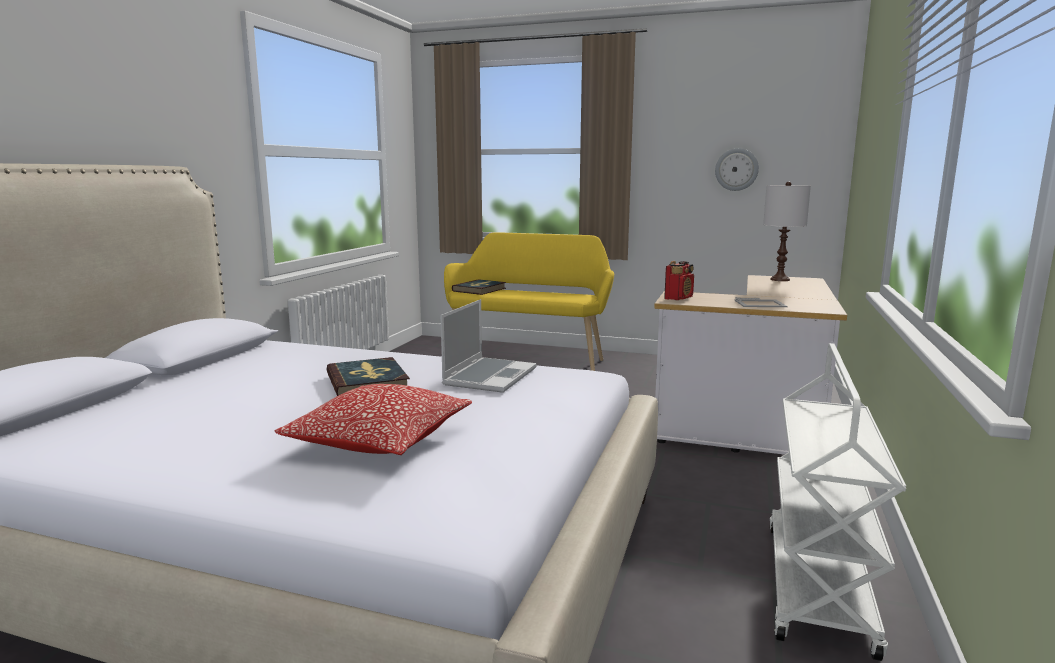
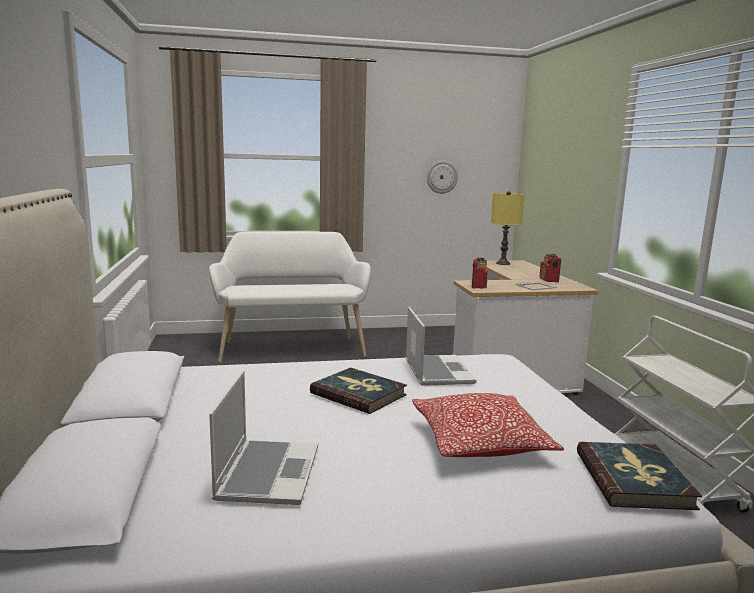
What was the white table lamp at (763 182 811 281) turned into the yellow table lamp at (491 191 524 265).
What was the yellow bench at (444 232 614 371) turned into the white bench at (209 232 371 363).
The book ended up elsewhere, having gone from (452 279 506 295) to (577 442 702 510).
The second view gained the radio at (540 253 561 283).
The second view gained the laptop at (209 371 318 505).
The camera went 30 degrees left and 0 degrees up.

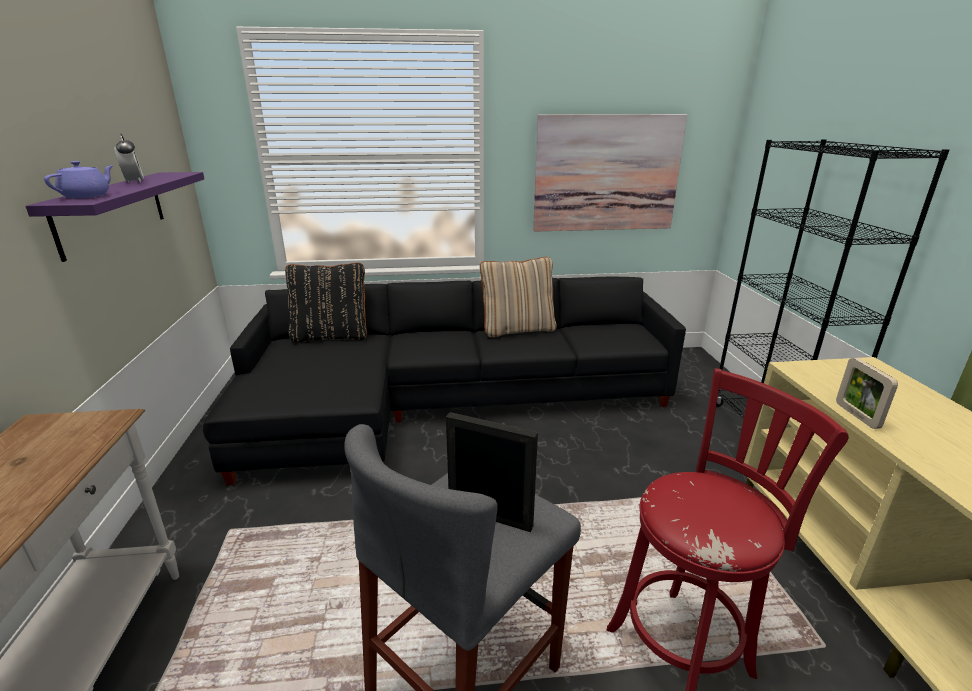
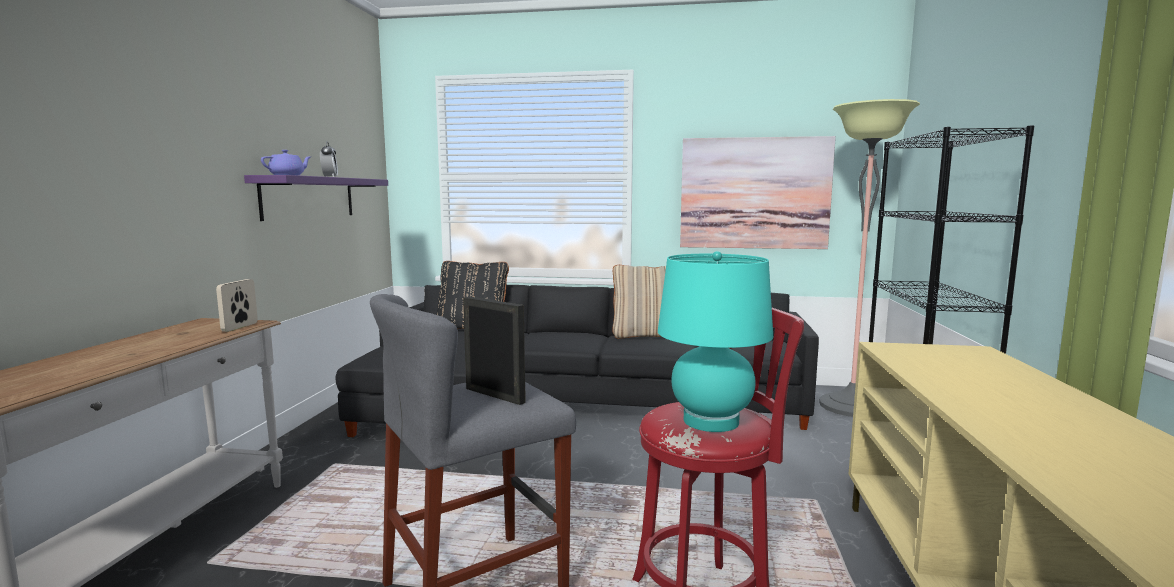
The picture frame ended up elsewhere, having gone from (836 358 898 429) to (216 279 258 332).
The second view gained the floor lamp at (819 99 920 417).
The second view gained the turquoise table lamp at (658 251 773 432).
The camera went 15 degrees right and 15 degrees down.

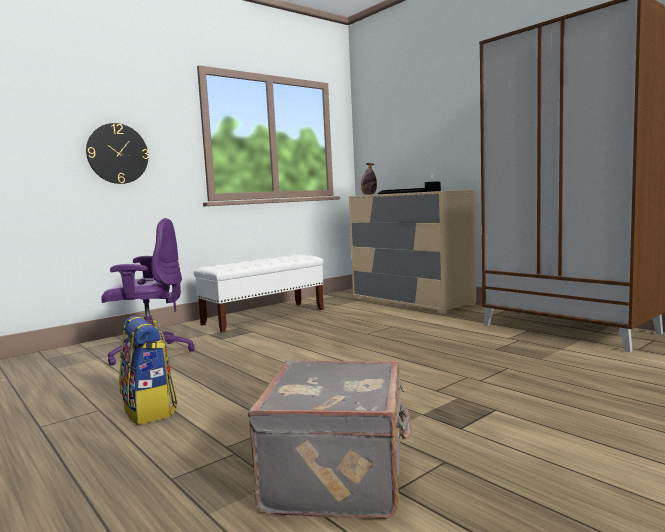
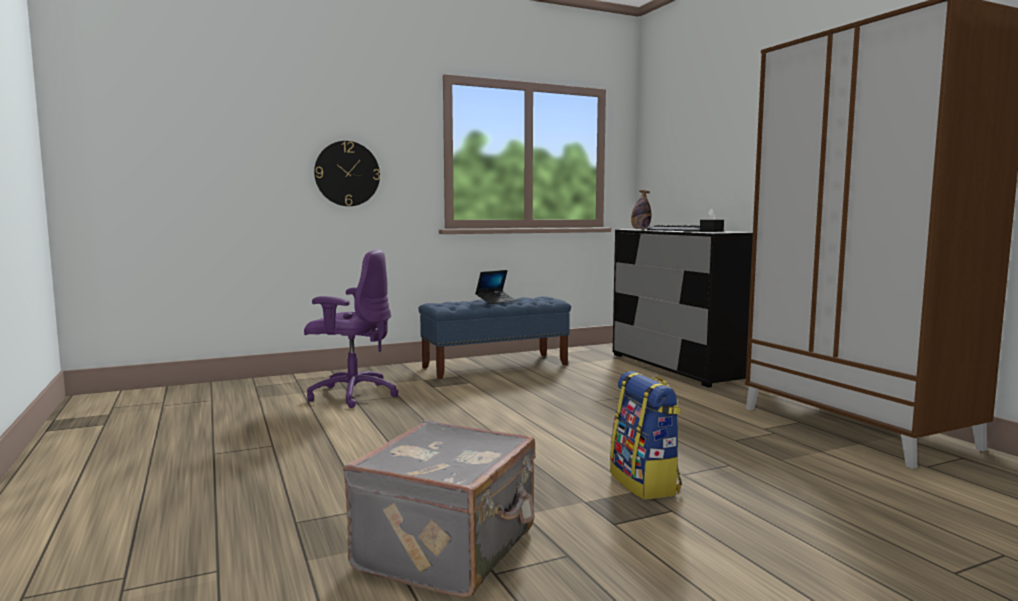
What was the beige dresser at (349 190 476 314) turned into the black dresser at (613 229 753 388).
What was the white bench at (193 255 324 332) turned into the blue bench at (418 296 571 379).
The backpack ended up elsewhere, having gone from (119 316 178 425) to (610 371 682 500).
The second view gained the laptop at (475 270 516 304).
The camera went 15 degrees right and 0 degrees up.

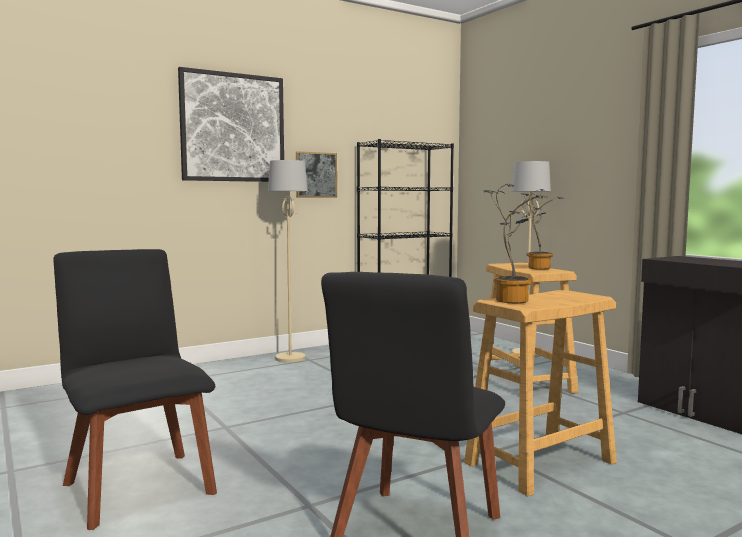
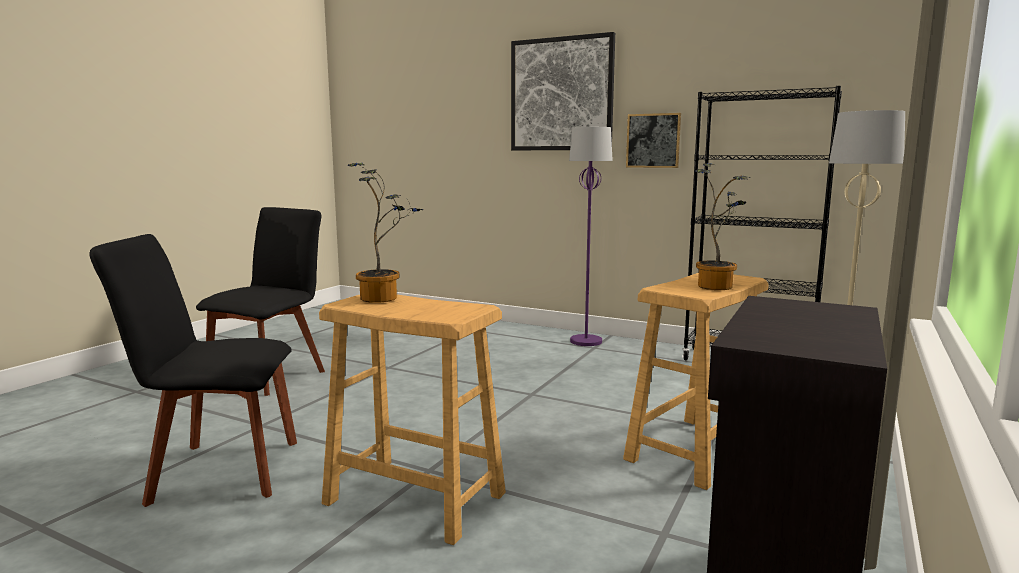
What was the beige floor lamp at (268 160 308 362) turned into the purple floor lamp at (569 127 613 346).
The camera went 60 degrees right and 5 degrees up.

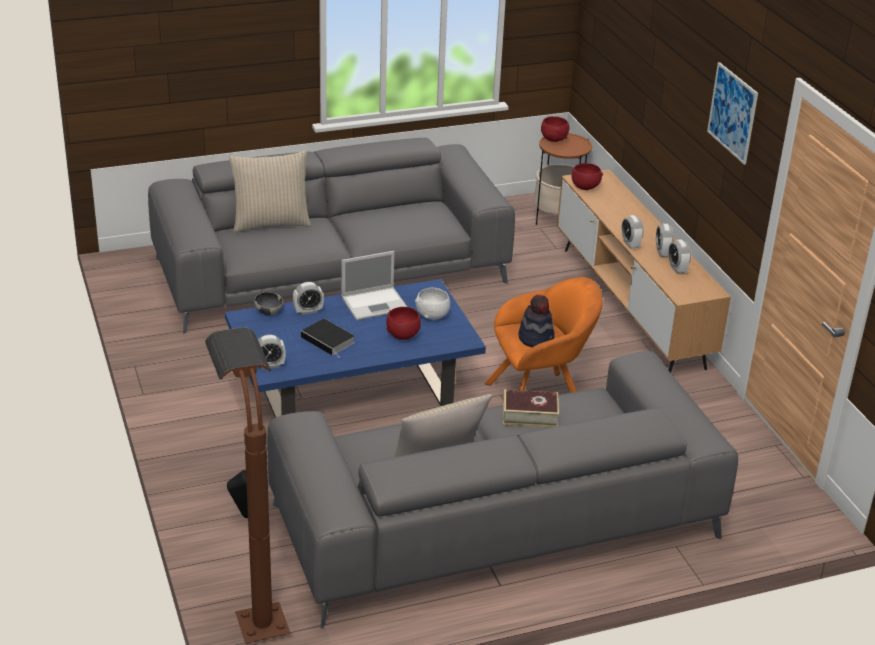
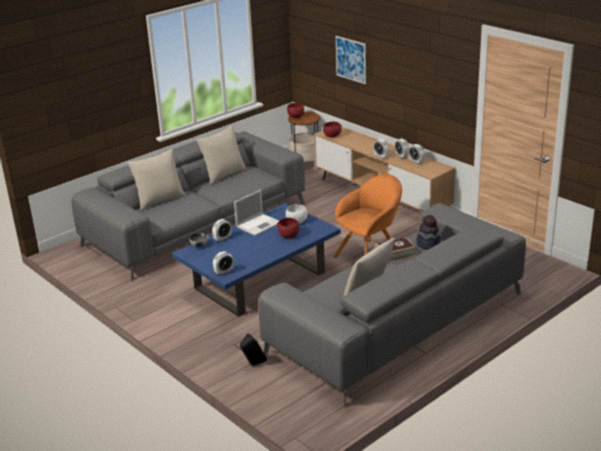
The picture ended up elsewhere, having gone from (707 62 758 165) to (336 36 366 84).
The hat ended up elsewhere, having gone from (518 294 555 347) to (416 215 441 250).
The second view lost the book at (301 319 355 358).
The second view lost the brown floor lamp at (205 327 291 644).
The second view gained the beige pillow at (196 125 247 185).
The camera went 20 degrees left and 5 degrees down.

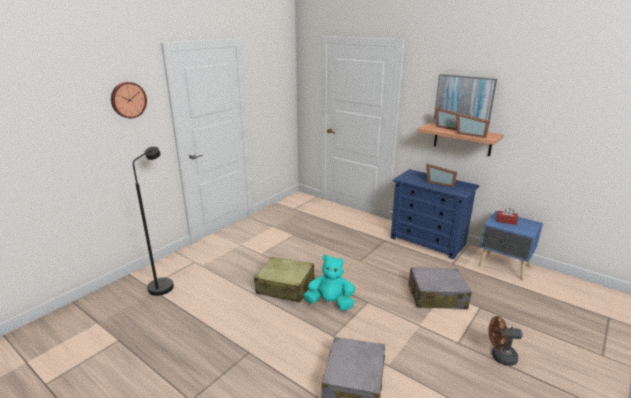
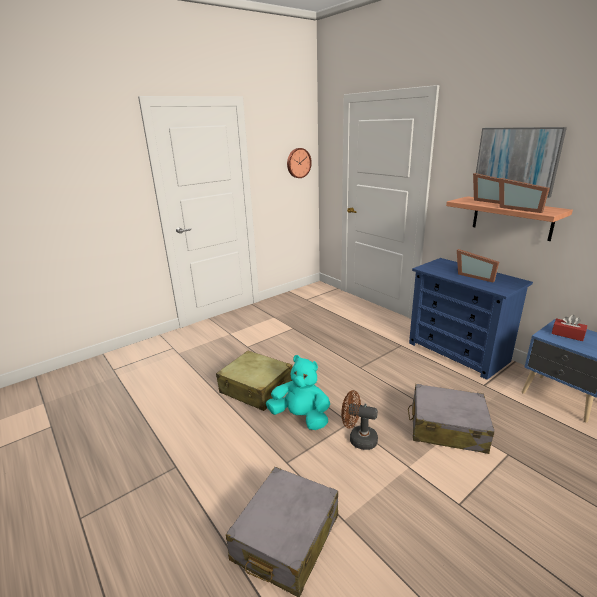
The wall clock ended up elsewhere, having gone from (111 82 147 118) to (287 148 312 178).
The second view lost the black floor lamp at (133 147 174 296).
The brown fan ended up elsewhere, having gone from (488 316 523 366) to (341 390 378 450).
The camera went 15 degrees right and 0 degrees up.

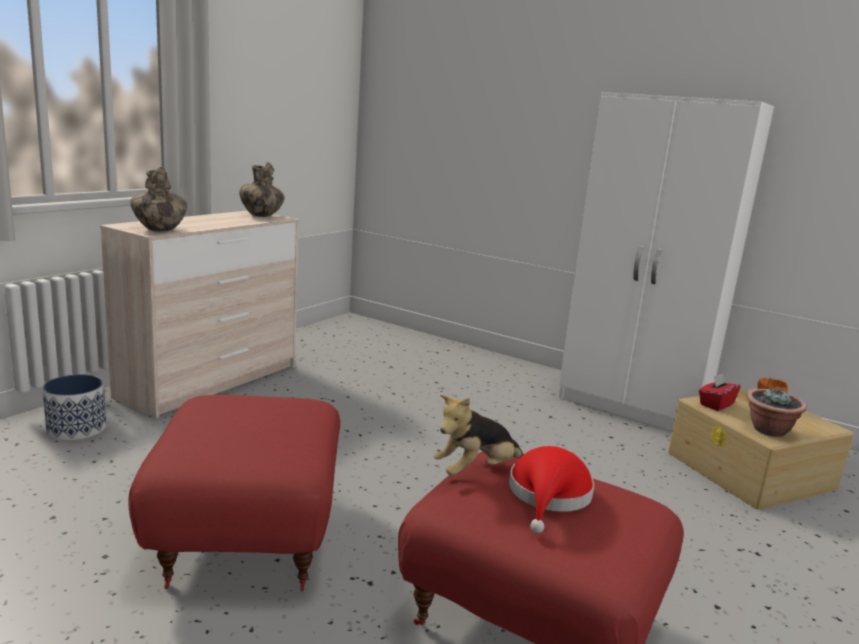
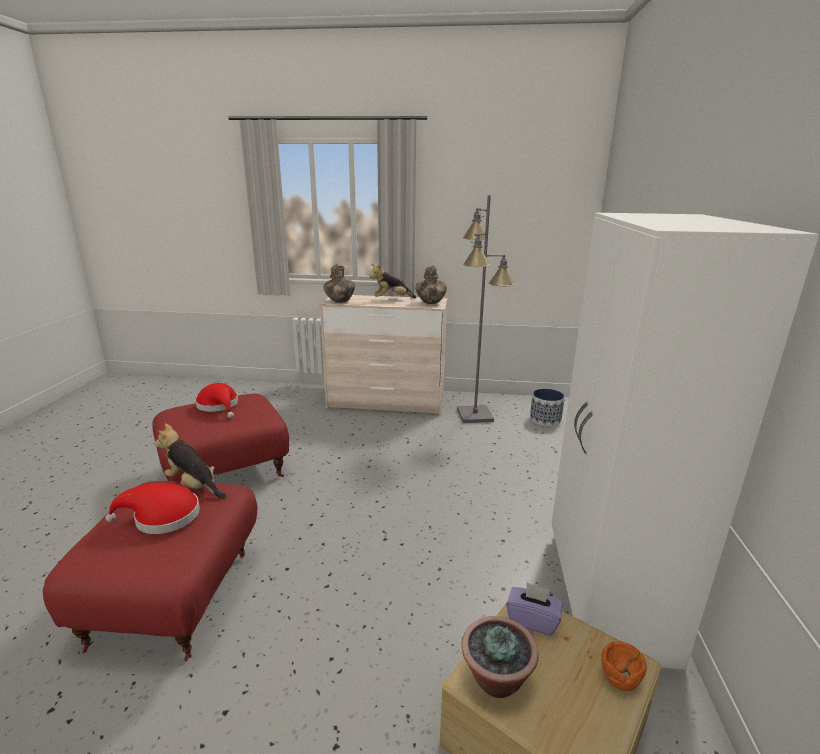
What was the red tissue box at (699 373 741 411) turned into the purple tissue box at (506 583 563 636).
The planter ended up elsewhere, having gone from (42 374 106 441) to (530 388 565 426).
The second view gained the grey floor lamp at (457 195 515 423).
The second view gained the plush toy at (370 264 416 298).
The second view gained the red hat at (195 383 238 418).
The camera went 65 degrees right and 5 degrees up.

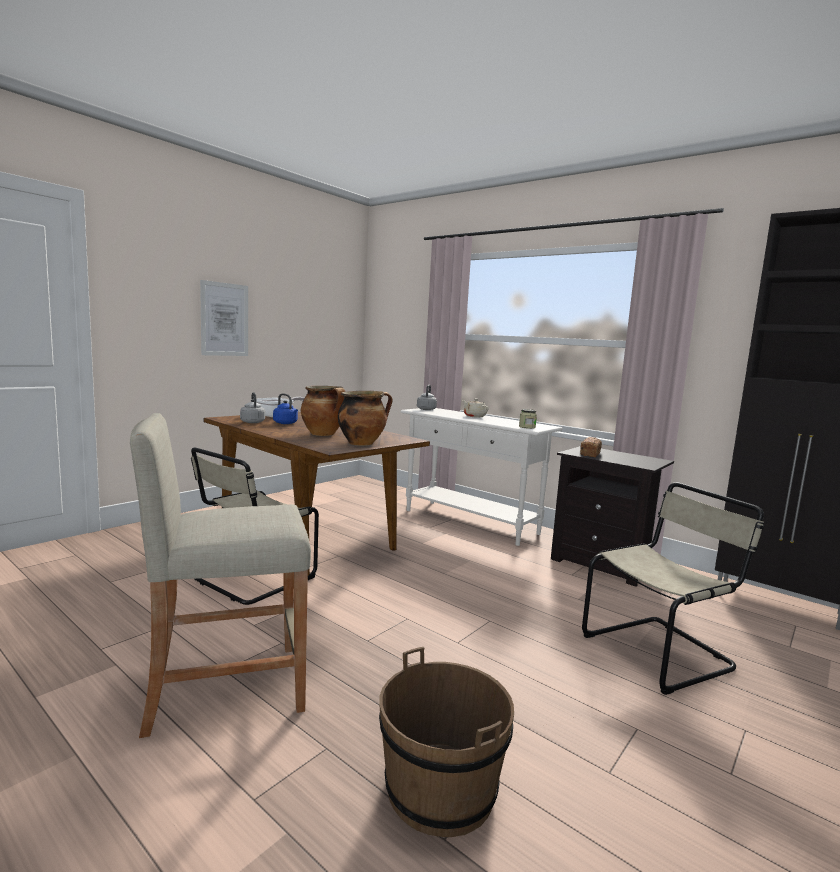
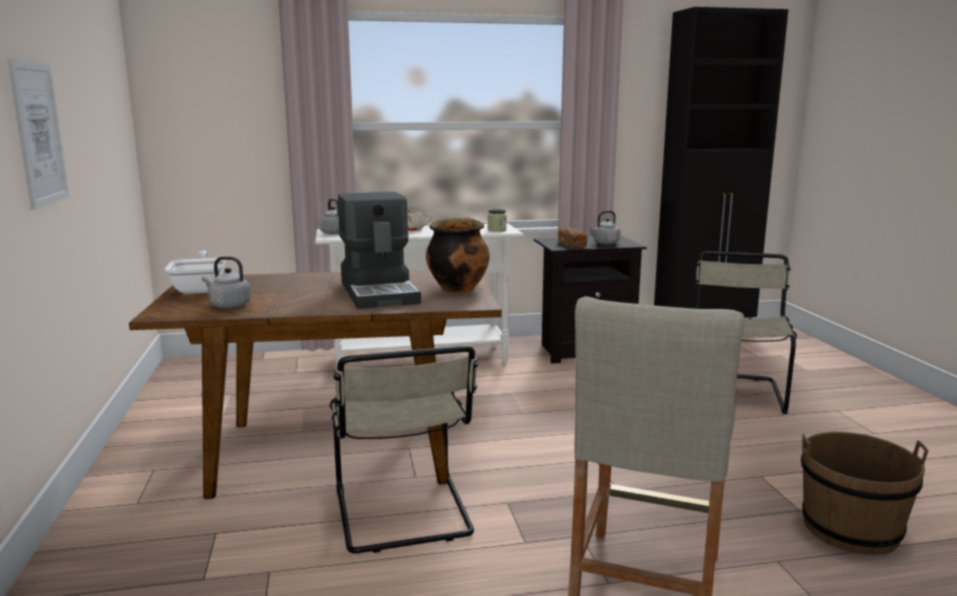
Where the cooking pot stood at (301 386 346 436), the coffee machine came to stand at (338 192 421 309).
The second view lost the blue kettle at (273 393 298 424).
The second view gained the grey kettle at (588 211 620 245).
The camera went 50 degrees left and 5 degrees up.

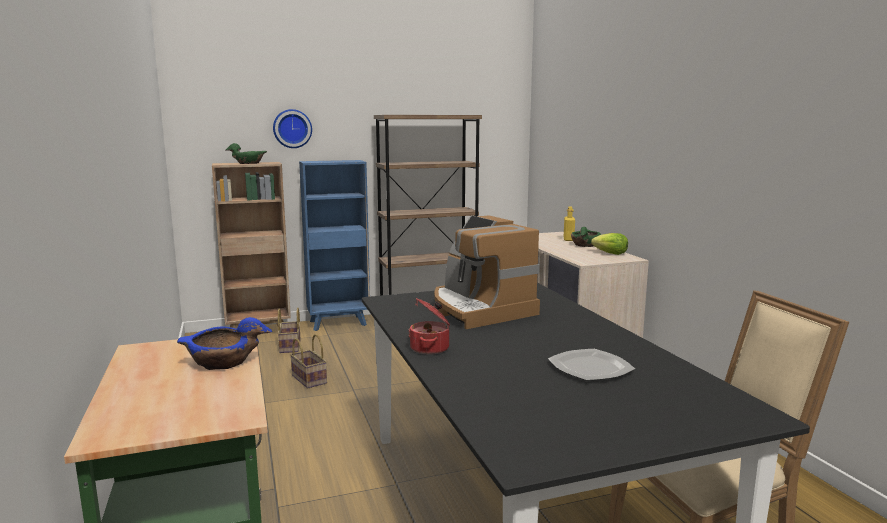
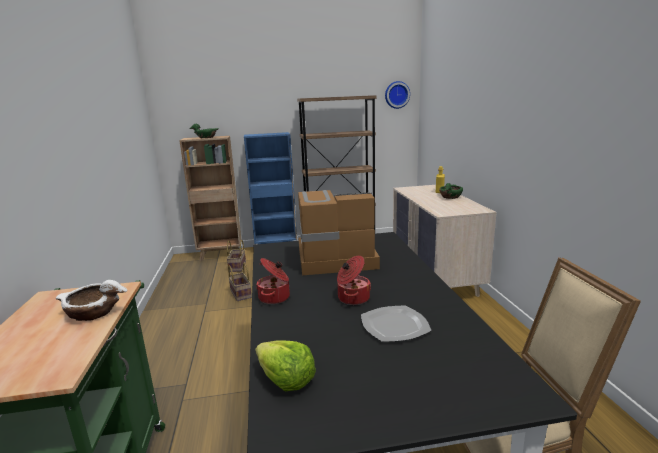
The wall clock ended up elsewhere, having gone from (273 109 312 148) to (385 81 410 109).
The coffee machine at (434 216 540 329) ended up facing another way, 105 degrees clockwise from before.
The lettuce ended up elsewhere, having gone from (591 233 628 255) to (255 340 316 391).
What was the blue bowl at (177 317 272 370) turned into the white bowl at (56 280 128 321).
The second view gained the cooking pot at (337 256 371 305).
The camera went 10 degrees right and 5 degrees up.

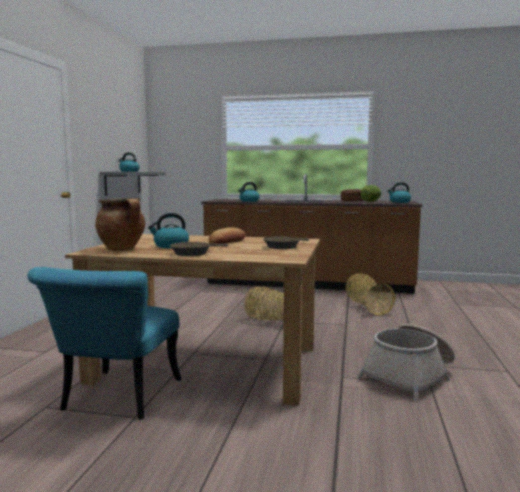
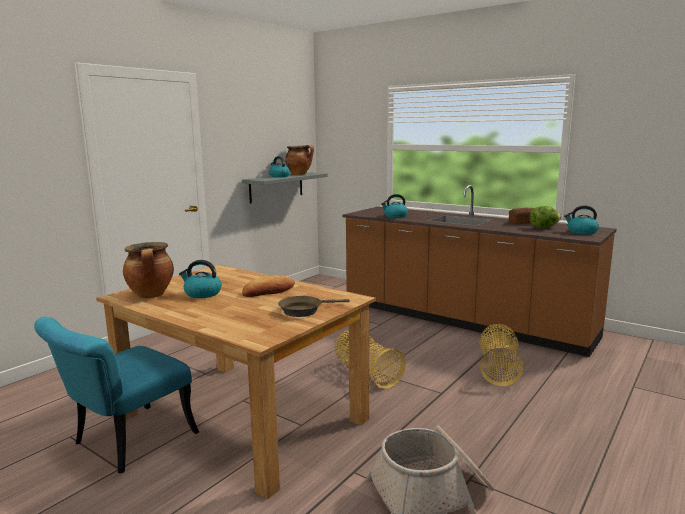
The second view lost the brown frying pan at (169 242 228 256).
The second view gained the cooking pot at (285 145 314 175).
The camera went 25 degrees right and 5 degrees up.

